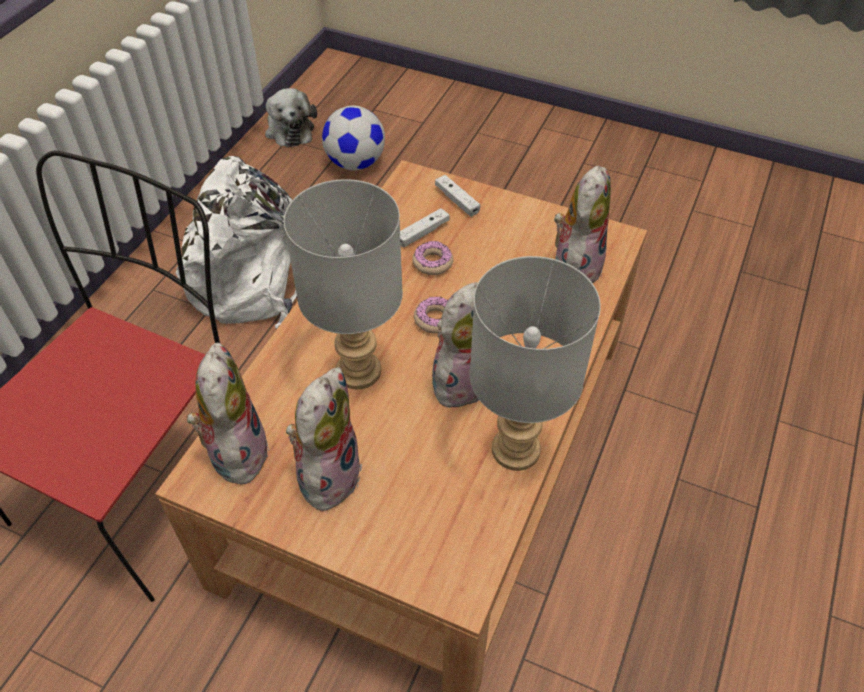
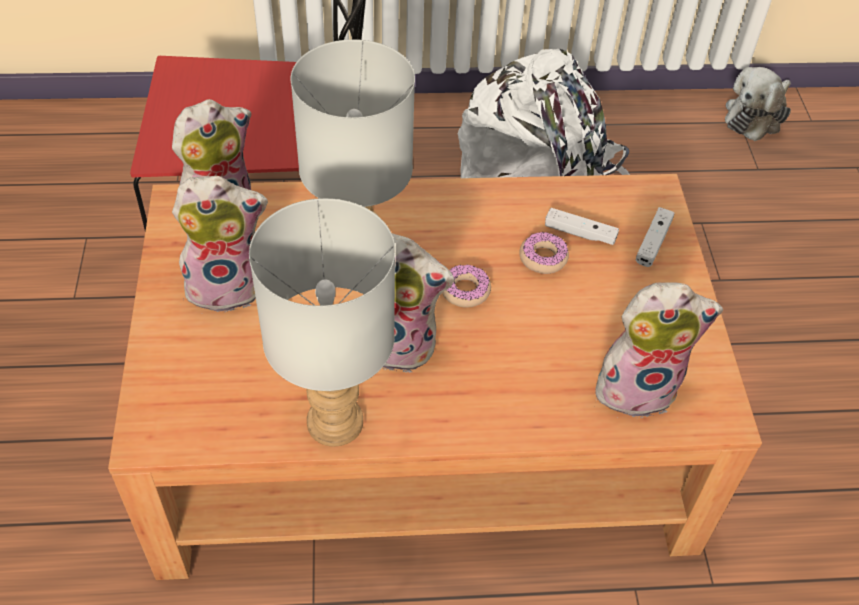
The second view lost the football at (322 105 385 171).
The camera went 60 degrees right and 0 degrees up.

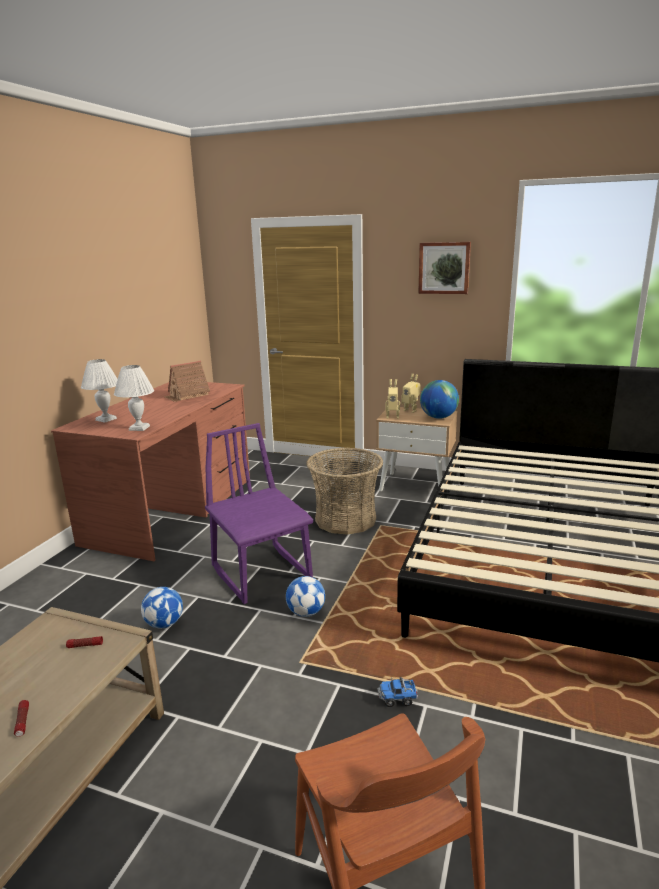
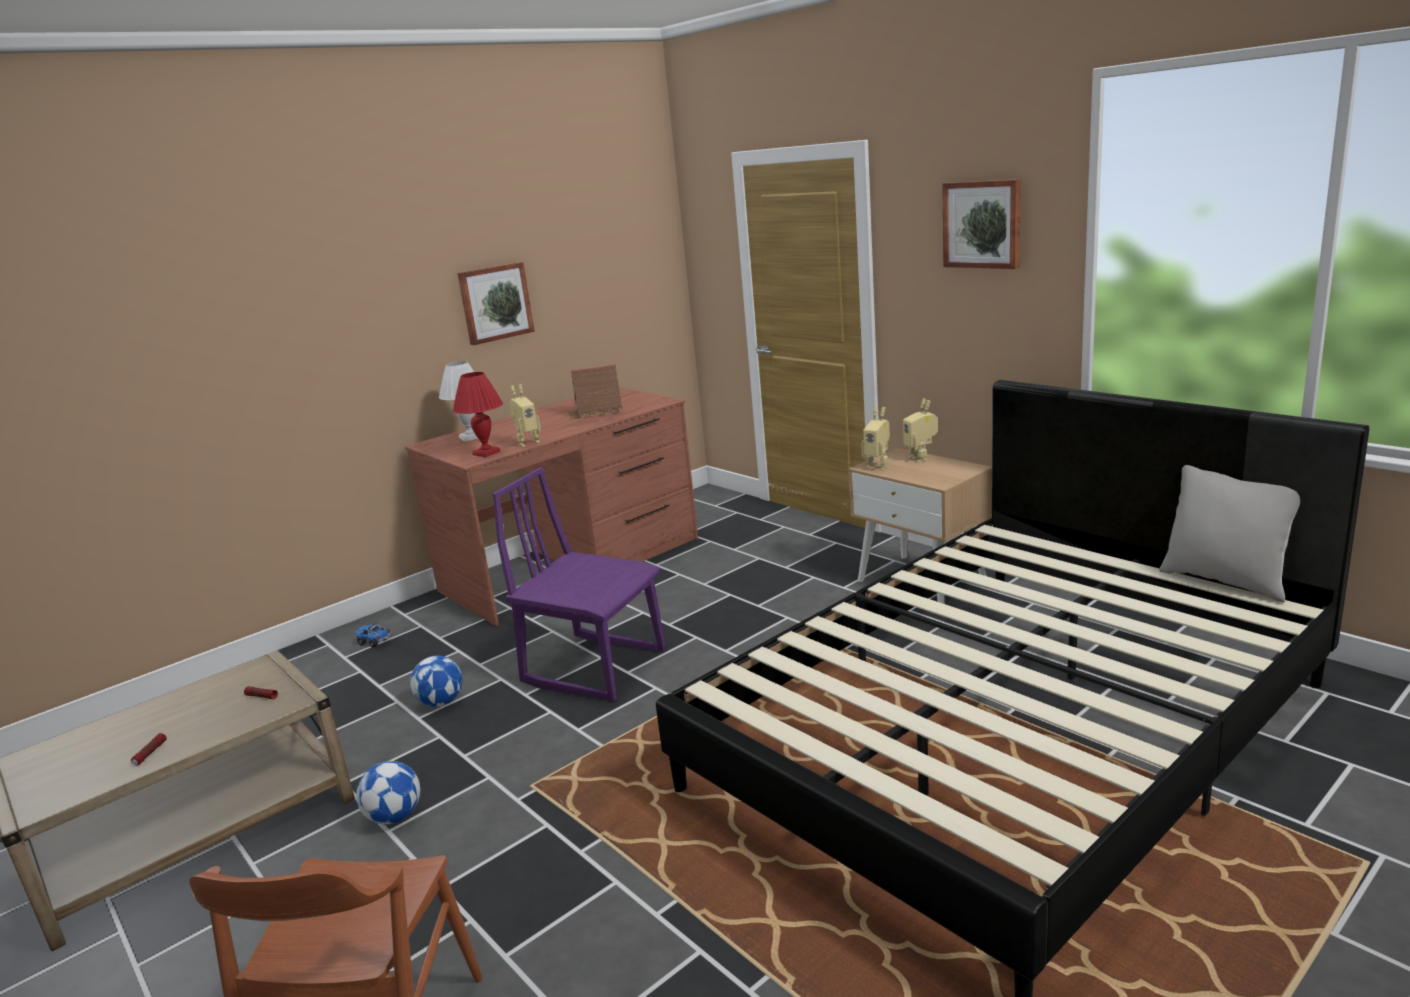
What was the white table lamp at (114 365 154 431) turned into the red table lamp at (453 372 503 457).
The second view lost the globe at (420 380 459 419).
The purple chair at (205 423 313 604) ended up facing another way, 60 degrees counterclockwise from before.
The second view lost the basket at (306 448 383 535).
The football ended up elsewhere, having gone from (286 576 325 617) to (356 761 420 824).
The toy truck ended up elsewhere, having gone from (377 677 418 707) to (356 623 391 648).
The second view gained the picture at (458 262 535 345).
The second view gained the toy robot at (509 384 541 447).
The second view gained the grey pillow at (1159 465 1300 602).
The camera went 30 degrees right and 0 degrees up.

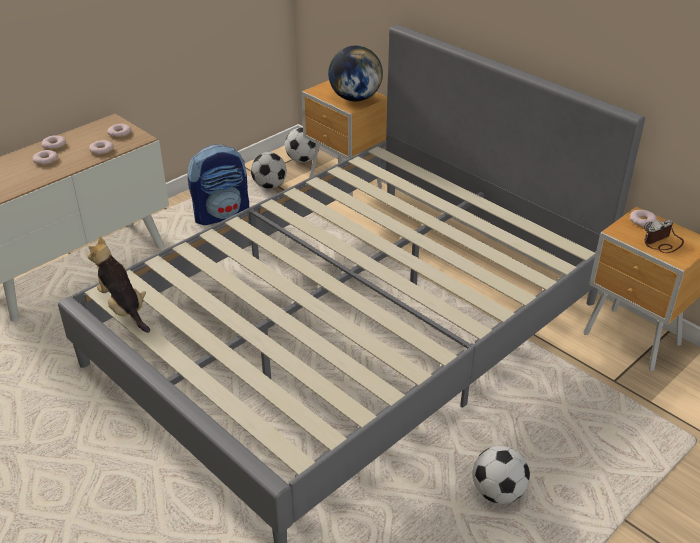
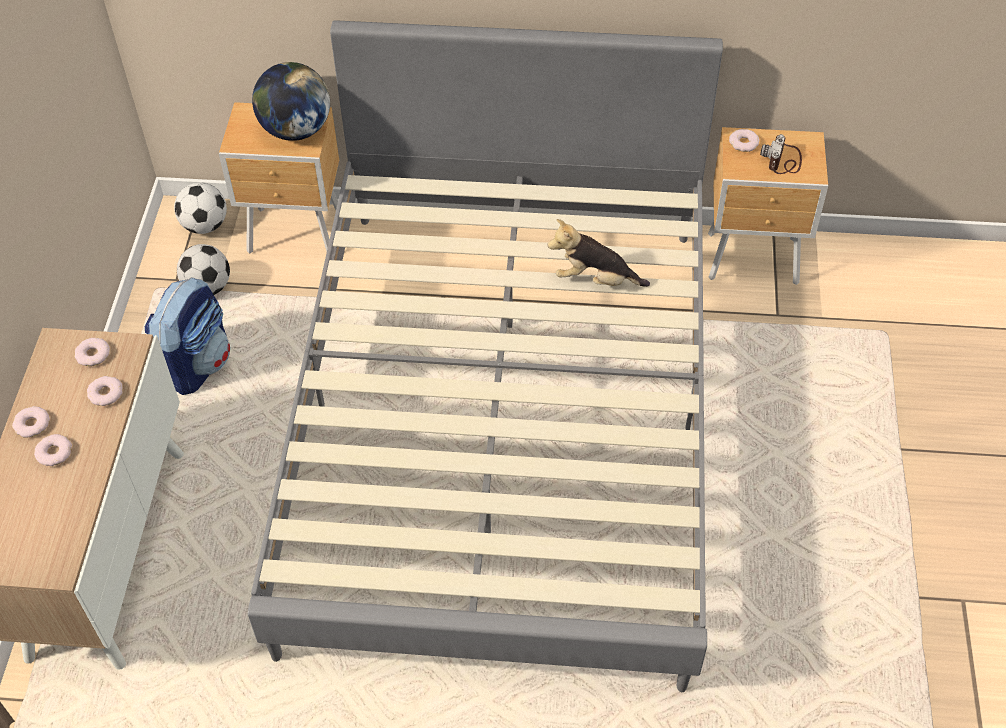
The plush toy ended up elsewhere, having gone from (87 236 150 333) to (547 219 650 287).
The second view lost the football at (473 446 530 504).
The camera went 40 degrees left and 15 degrees up.

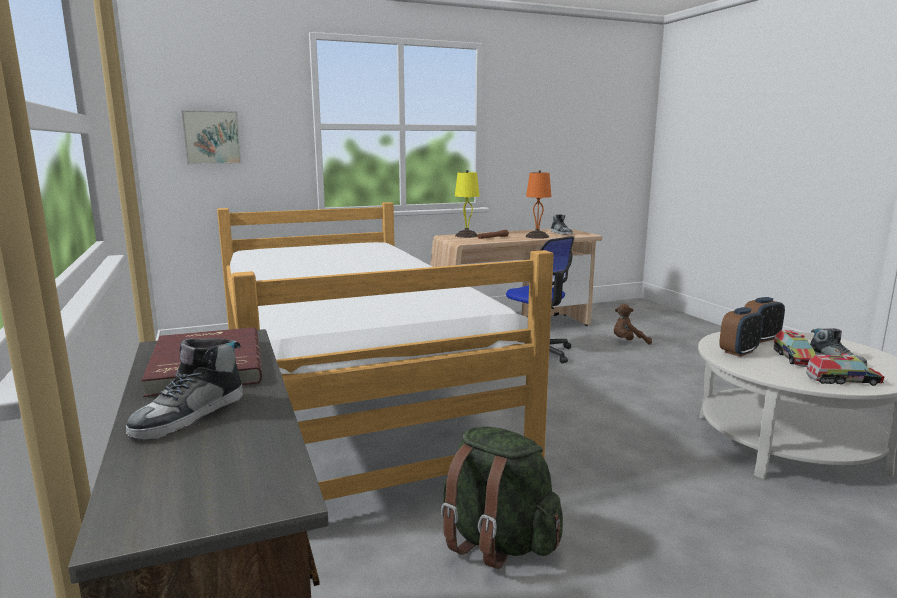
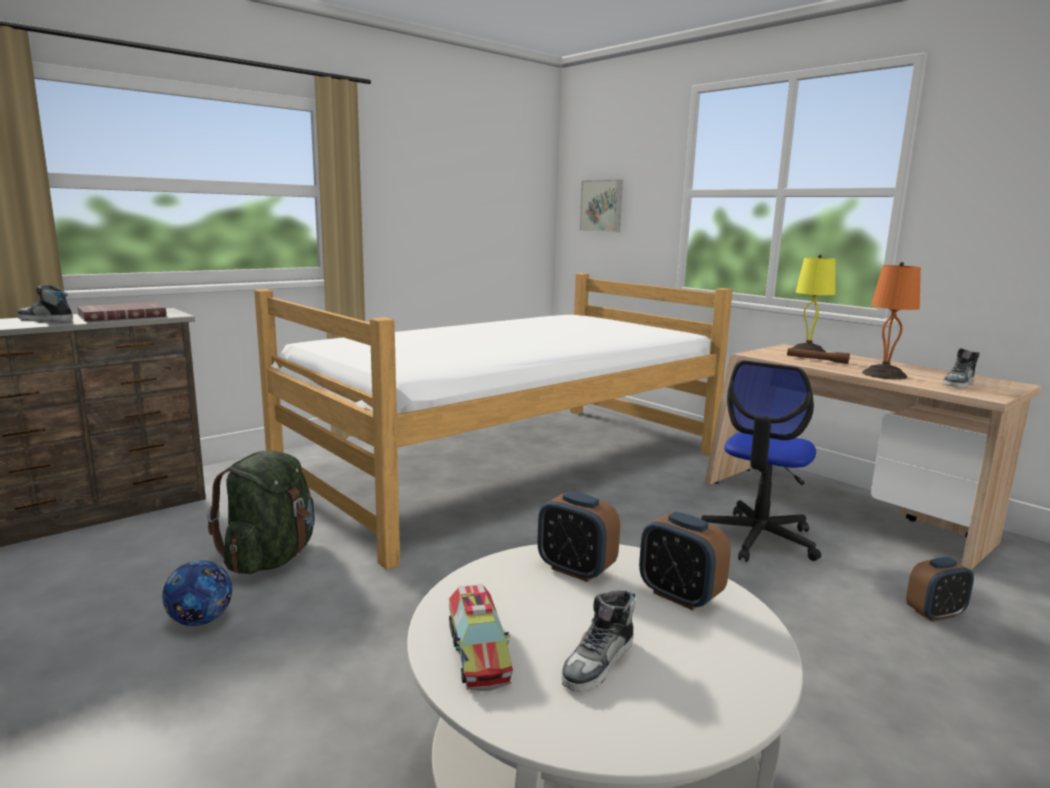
Where the brown plush toy stood at (614 304 652 345), the alarm clock came to stand at (906 557 974 622).
The second view lost the toy truck at (774 330 816 367).
The second view gained the football at (162 560 232 626).
The camera went 70 degrees right and 0 degrees up.

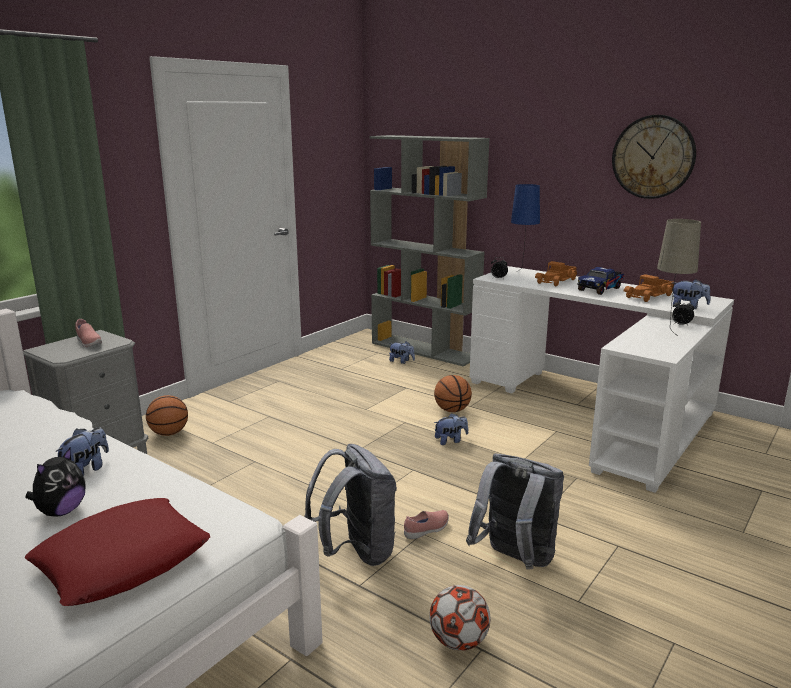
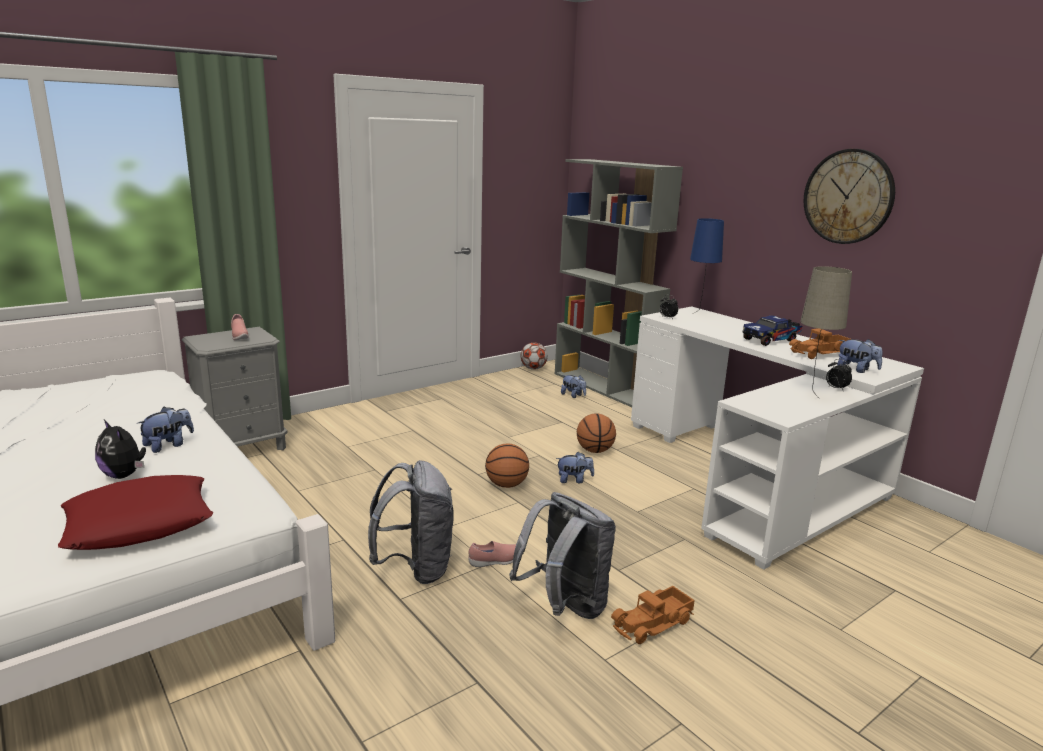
The toy truck ended up elsewhere, having gone from (535 261 578 287) to (611 586 695 644).
The basketball ended up elsewhere, having gone from (146 395 188 436) to (485 443 529 488).
The plush toy at (25 448 86 516) ended up facing another way, 90 degrees clockwise from before.
The football ended up elsewhere, having gone from (429 585 491 651) to (521 343 548 370).
The camera went 15 degrees right and 0 degrees up.

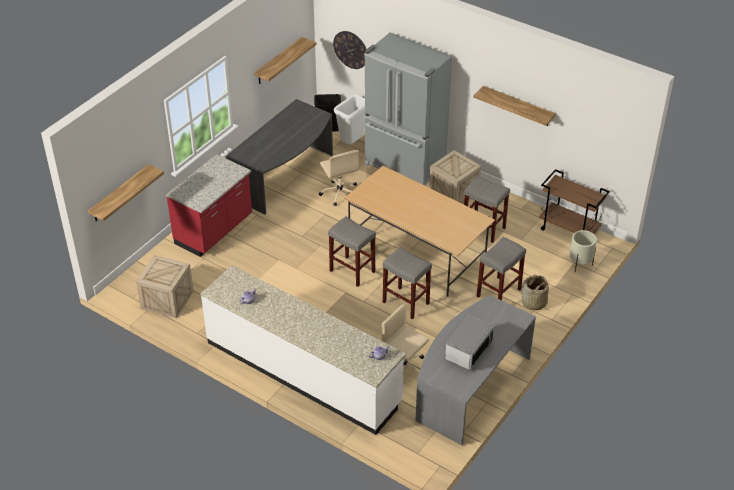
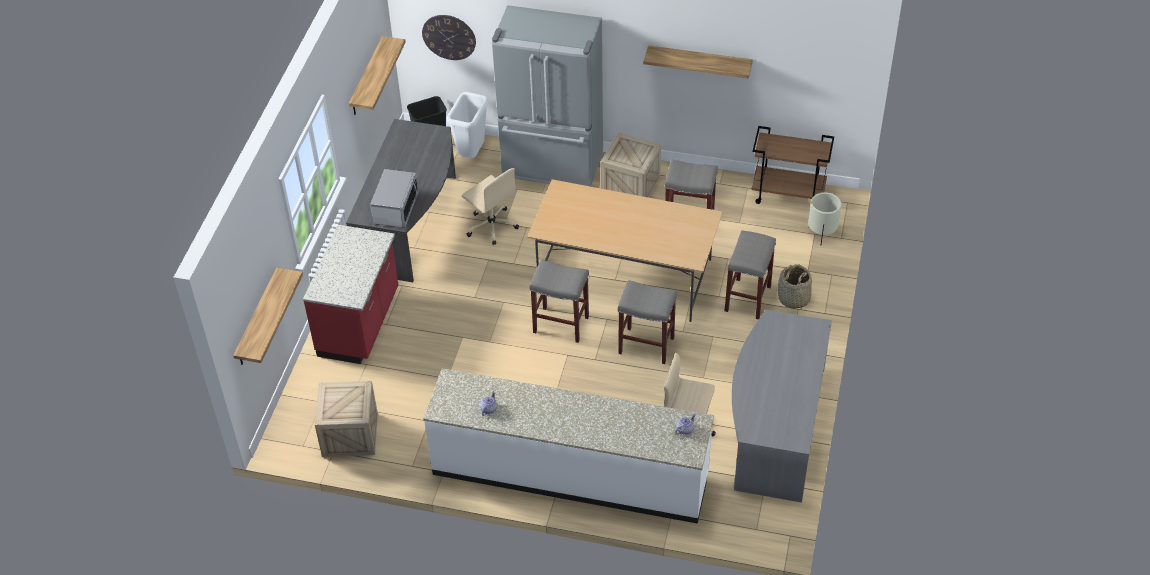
The microwave ended up elsewhere, having gone from (445 315 494 371) to (370 169 418 228).
The camera went 20 degrees left and 5 degrees up.

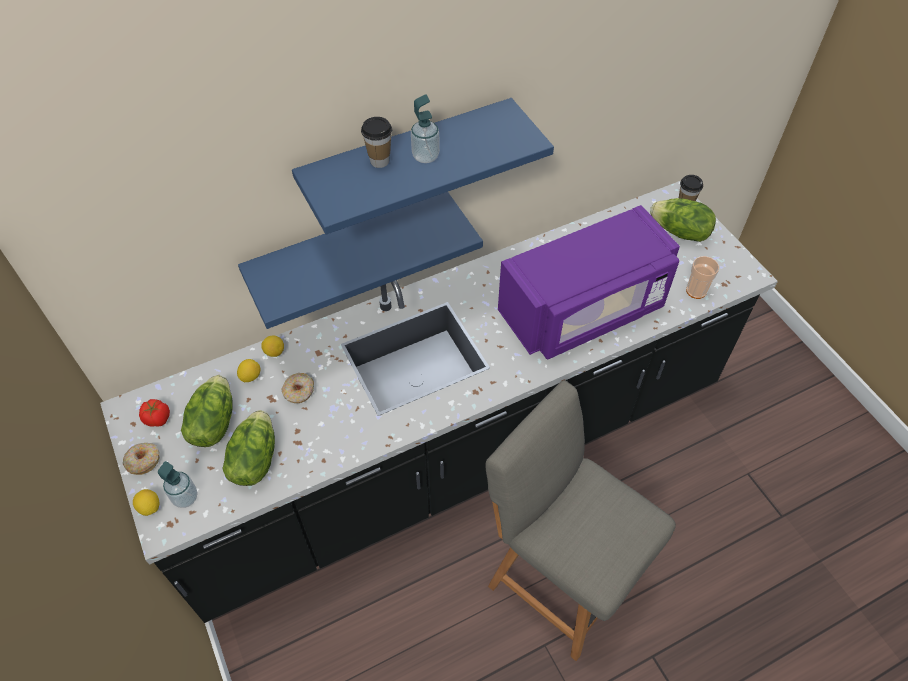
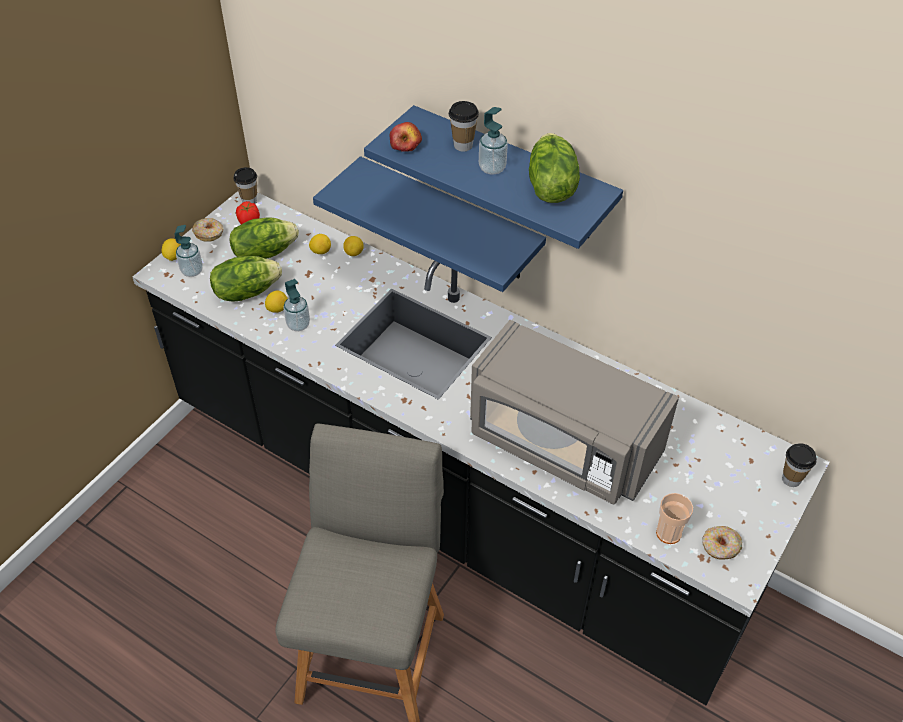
The lettuce ended up elsewhere, having gone from (650 198 716 242) to (529 133 580 203).
What was the purple microwave at (498 205 680 359) turned into the grey microwave at (470 320 679 504).
The donut ended up elsewhere, having gone from (281 373 314 403) to (702 526 742 559).
The second view gained the apple at (390 122 422 152).
The second view gained the cup at (233 167 257 204).
The second view gained the soap dispenser at (283 279 310 331).
The second view gained the lemon at (265 291 288 313).
The camera went 60 degrees right and 5 degrees down.

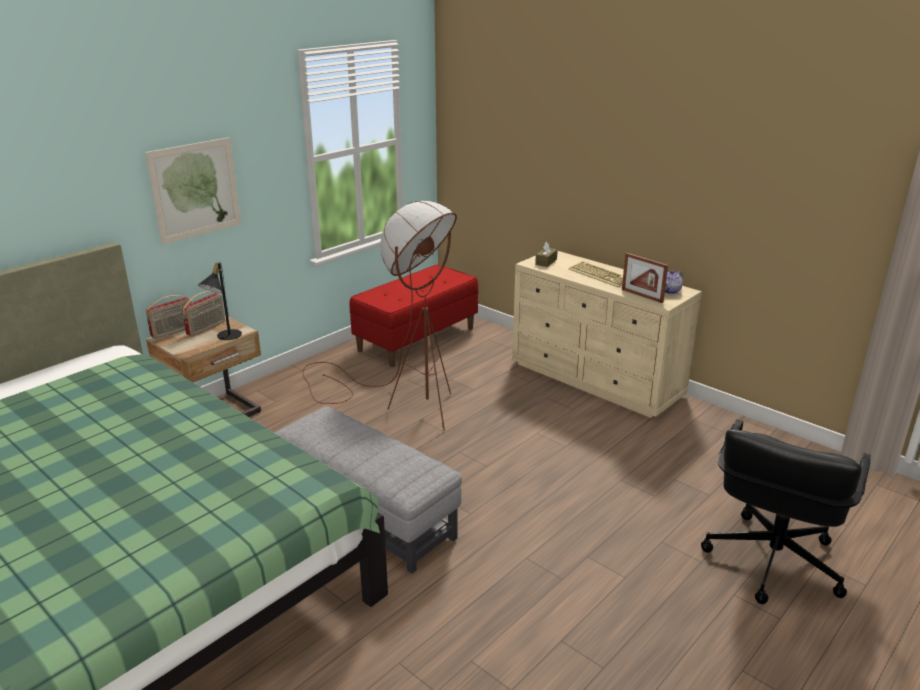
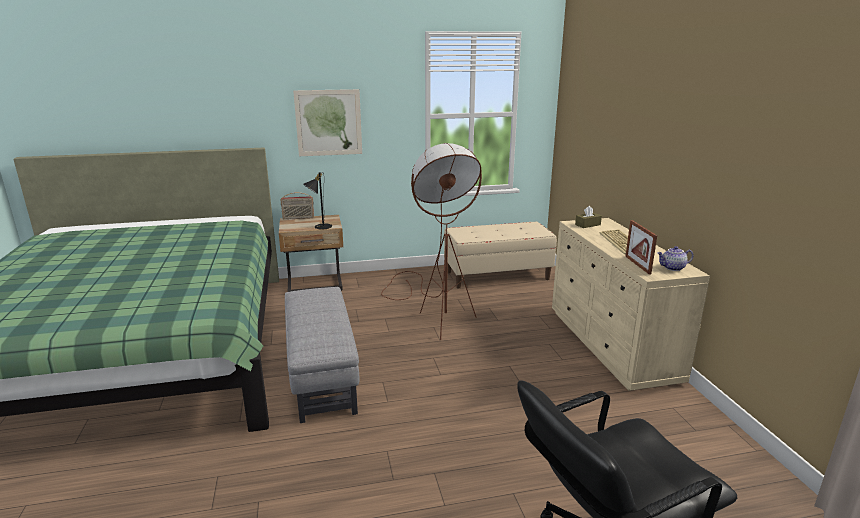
What was the red bench at (350 265 478 367) turned into the beige bench at (444 222 557 289).
The second view lost the radio at (182 292 225 336).
The camera went 35 degrees right and 5 degrees down.

